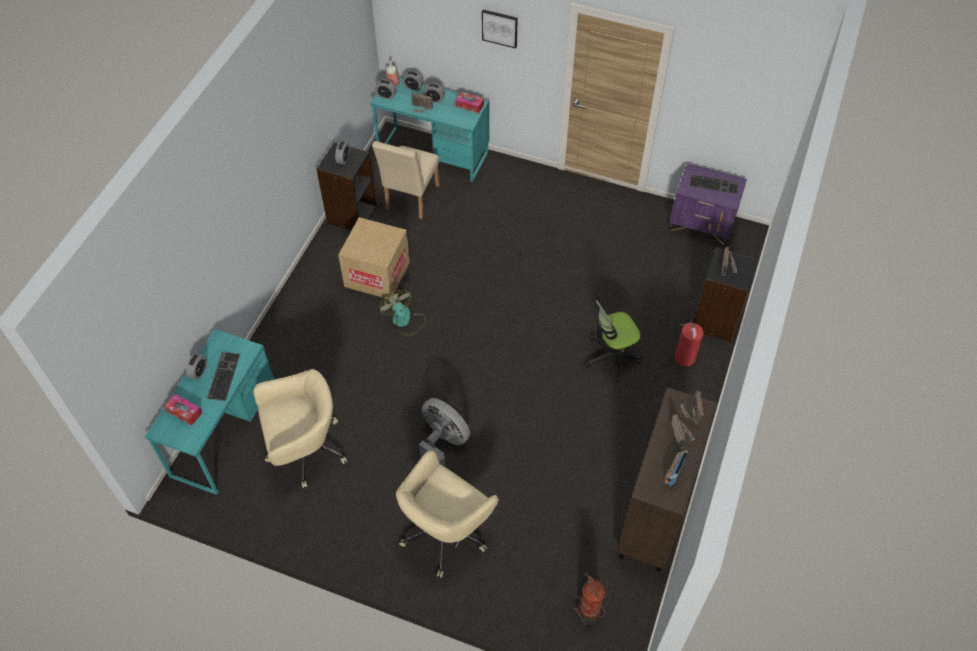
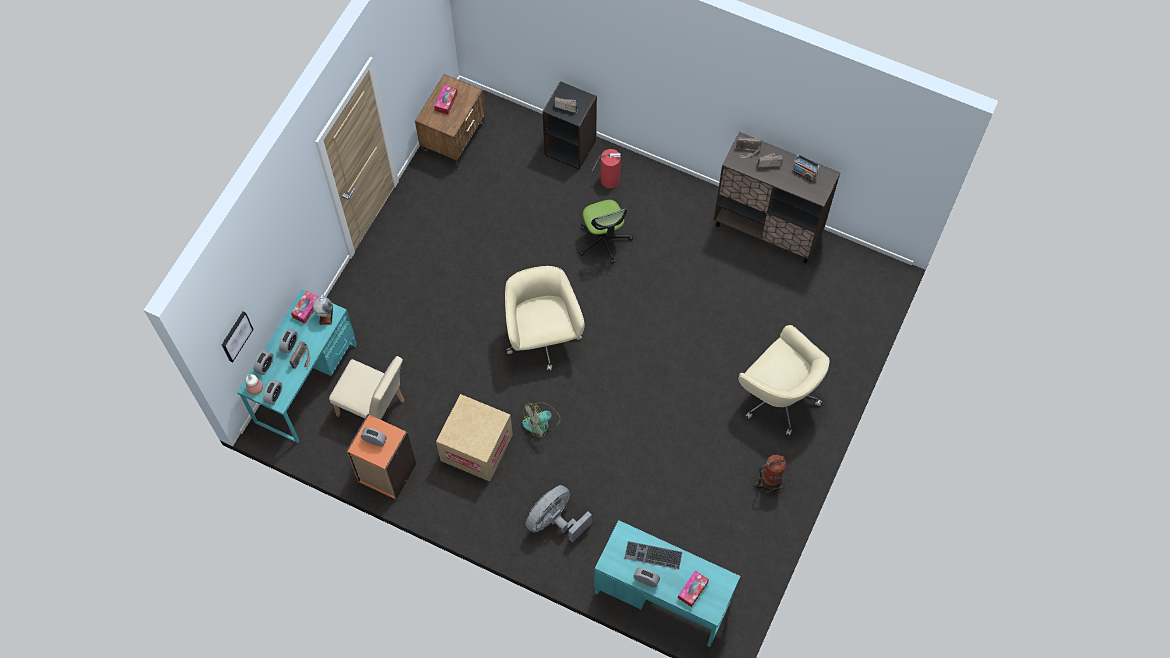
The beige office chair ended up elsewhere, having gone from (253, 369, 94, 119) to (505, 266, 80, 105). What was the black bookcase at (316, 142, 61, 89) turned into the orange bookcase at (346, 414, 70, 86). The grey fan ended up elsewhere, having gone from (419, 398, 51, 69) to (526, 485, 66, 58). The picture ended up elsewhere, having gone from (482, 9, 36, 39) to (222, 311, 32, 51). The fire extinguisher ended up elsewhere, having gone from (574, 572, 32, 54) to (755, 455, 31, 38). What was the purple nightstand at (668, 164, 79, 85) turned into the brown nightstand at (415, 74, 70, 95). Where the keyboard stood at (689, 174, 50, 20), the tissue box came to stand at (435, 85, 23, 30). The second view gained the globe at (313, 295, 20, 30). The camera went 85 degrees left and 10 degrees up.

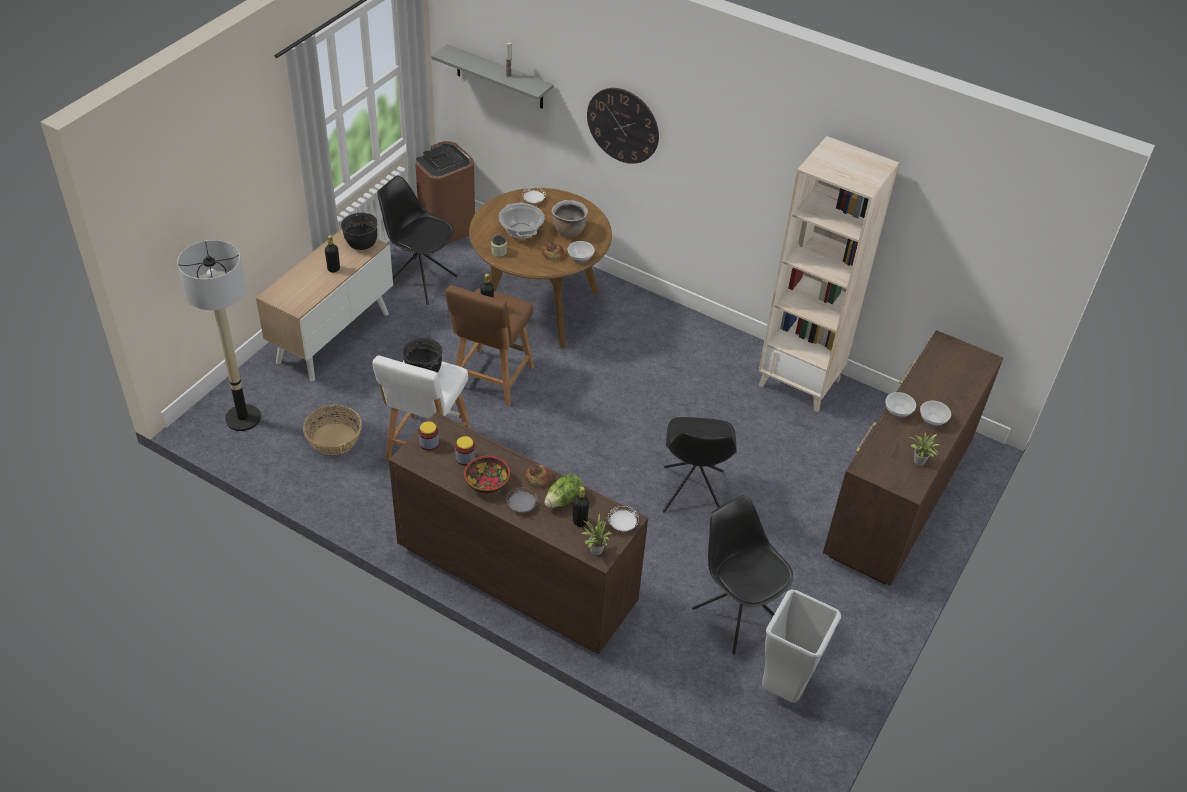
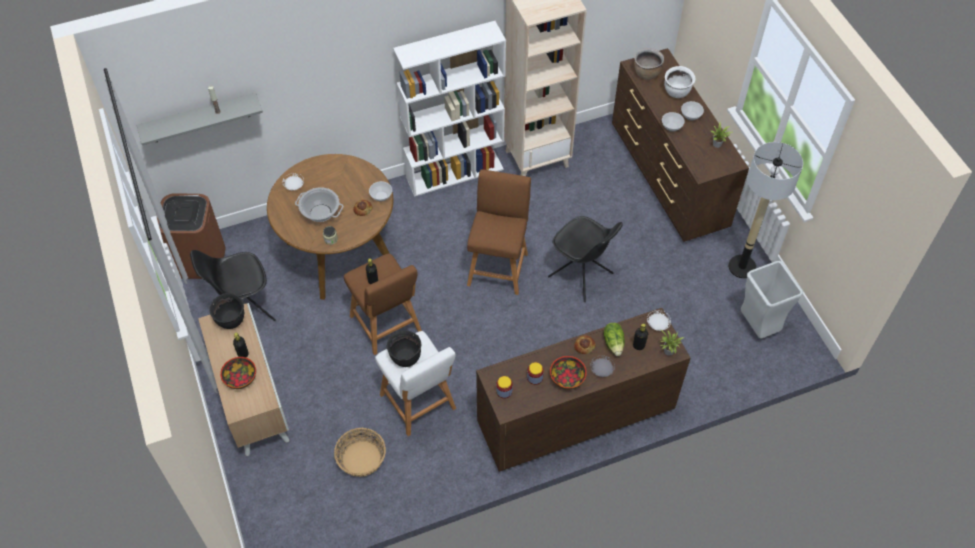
The floor lamp ended up elsewhere, having gone from (177, 240, 84, 191) to (728, 142, 75, 137). The brown cooking pot ended up elsewhere, having gone from (552, 200, 36, 37) to (634, 48, 30, 32). The second view lost the wall clock at (587, 88, 72, 76). The second view lost the black chair at (692, 495, 101, 159). The second view gained the bowl at (220, 357, 36, 32). The second view gained the white bookcase at (393, 21, 113, 176). The second view gained the brown stool at (467, 169, 64, 126). The second view gained the white cooking pot at (664, 66, 32, 32). The camera went 50 degrees left and 10 degrees up.

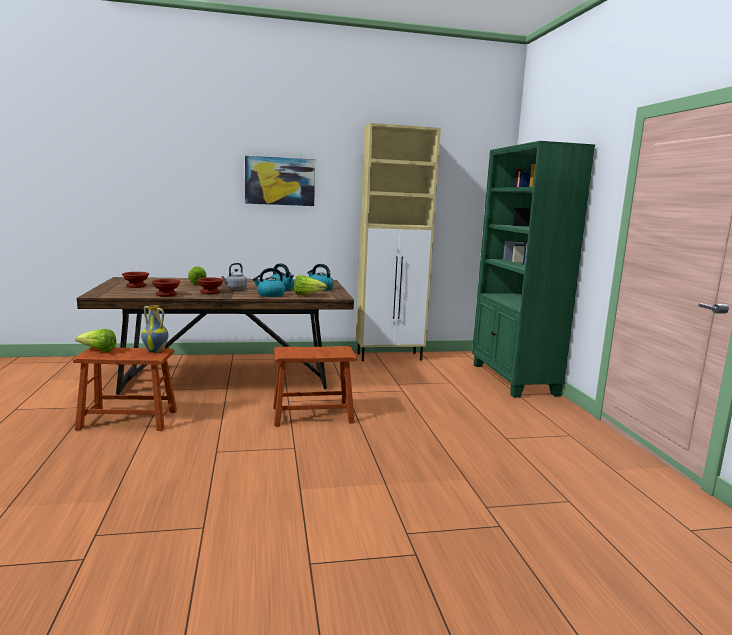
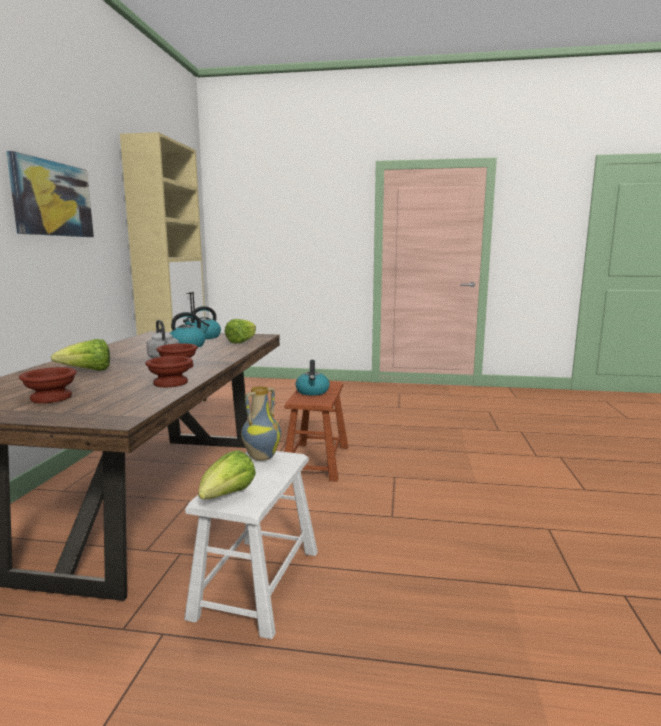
What was the brown stool at (73, 347, 104, 84) turned into the white stool at (184, 451, 134, 188). The kettle ended up elsewhere, having gone from (252, 268, 34, 29) to (295, 360, 35, 36). The second view lost the green bookcase at (472, 141, 123, 257). The camera went 70 degrees left and 0 degrees up.

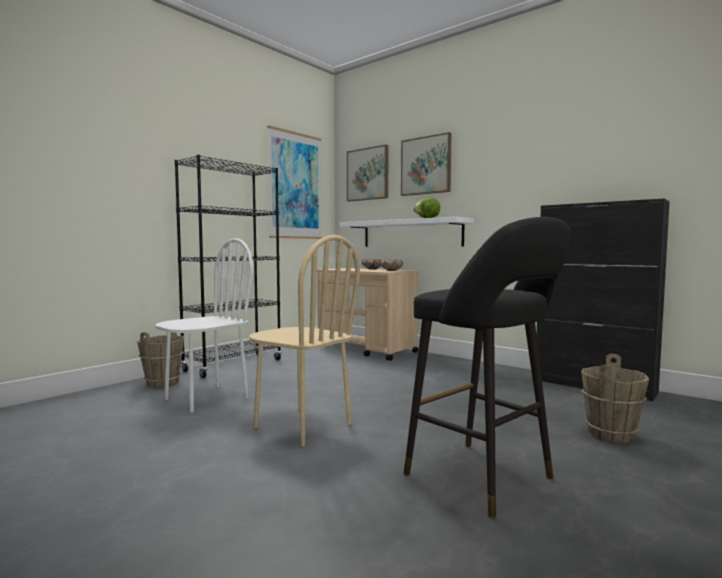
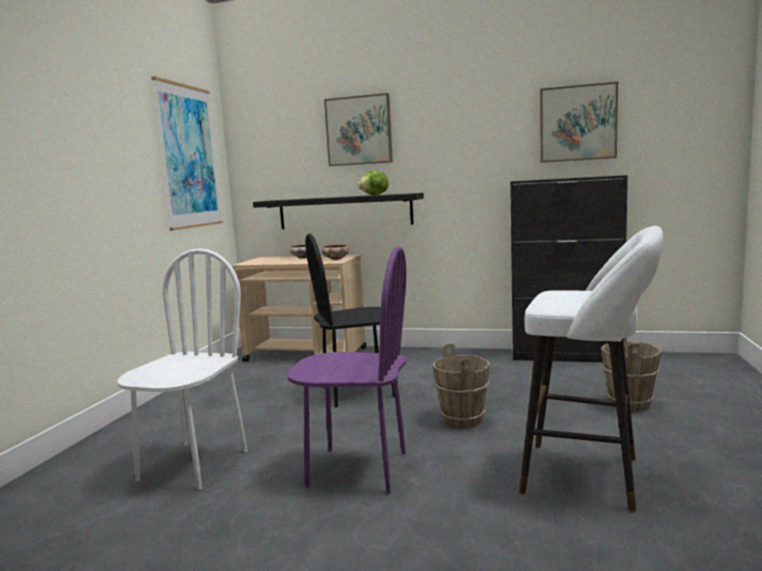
The brown bucket ended up elsewhere, having gone from (137, 332, 47, 56) to (432, 343, 58, 85). The second view lost the black bookcase at (174, 155, 108, 223). What was the beige chair at (249, 235, 111, 212) turned into the purple chair at (287, 247, 120, 247). What was the white shelf at (340, 217, 134, 30) turned into the black shelf at (253, 193, 171, 36). The picture ended up elsewhere, having gone from (347, 145, 42, 56) to (540, 82, 78, 81). What was the black stool at (404, 217, 167, 301) turned into the white stool at (519, 226, 144, 286). The second view gained the black chair at (305, 233, 90, 174). The camera went 25 degrees left and 5 degrees up.

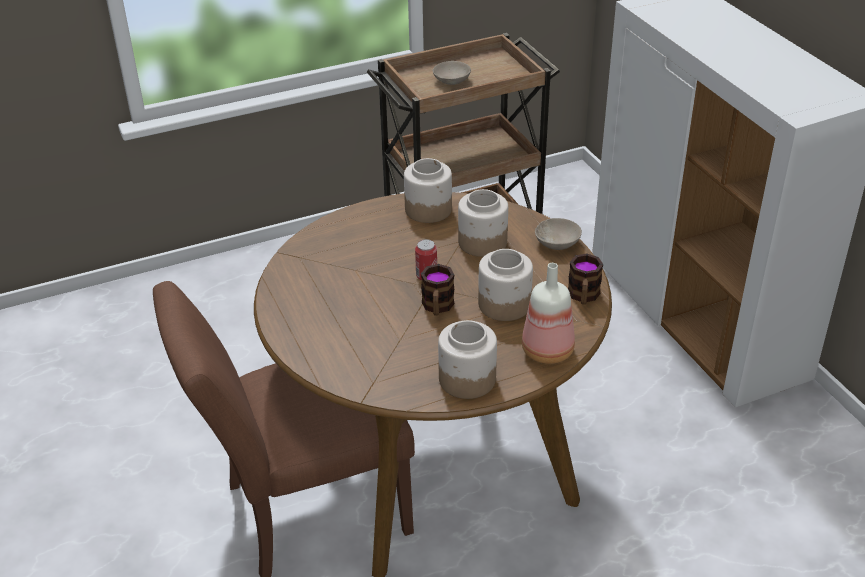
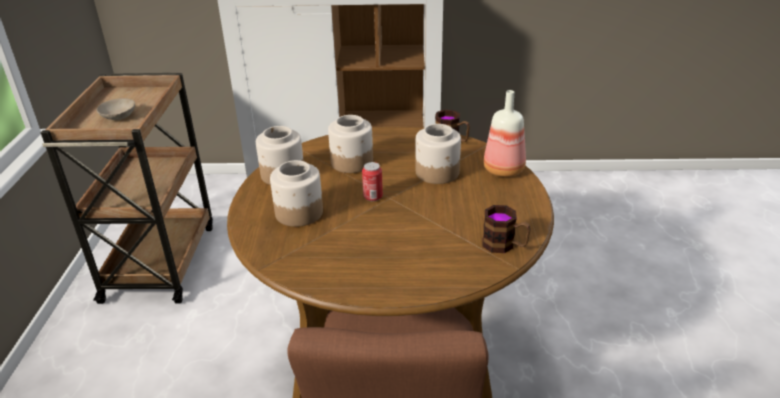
The mug ended up elsewhere, having gone from (421, 264, 34, 52) to (483, 205, 48, 48). The jar ended up elsewhere, having gone from (438, 320, 59, 79) to (270, 160, 53, 67). The second view lost the beige bowl at (535, 218, 47, 32). The camera went 65 degrees left and 5 degrees down.

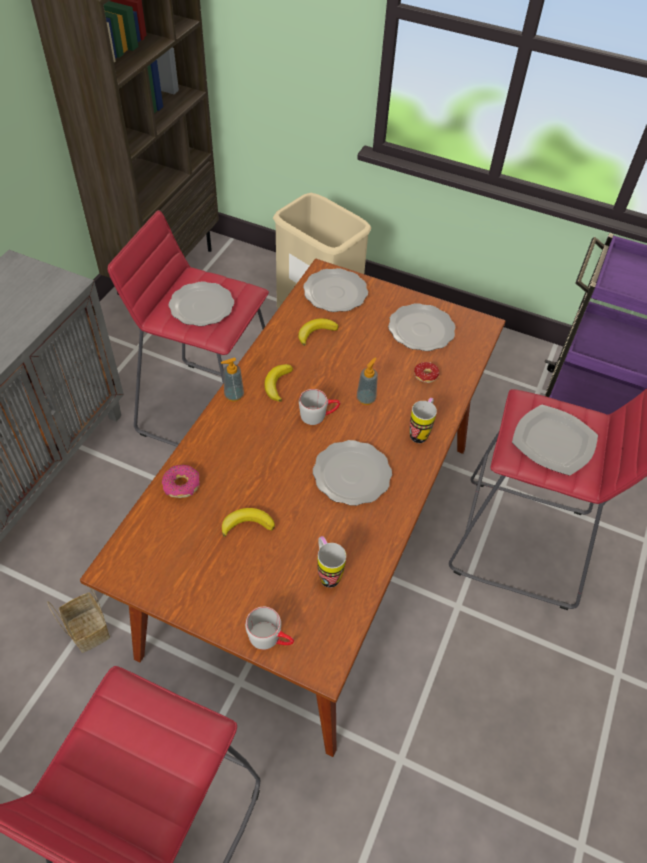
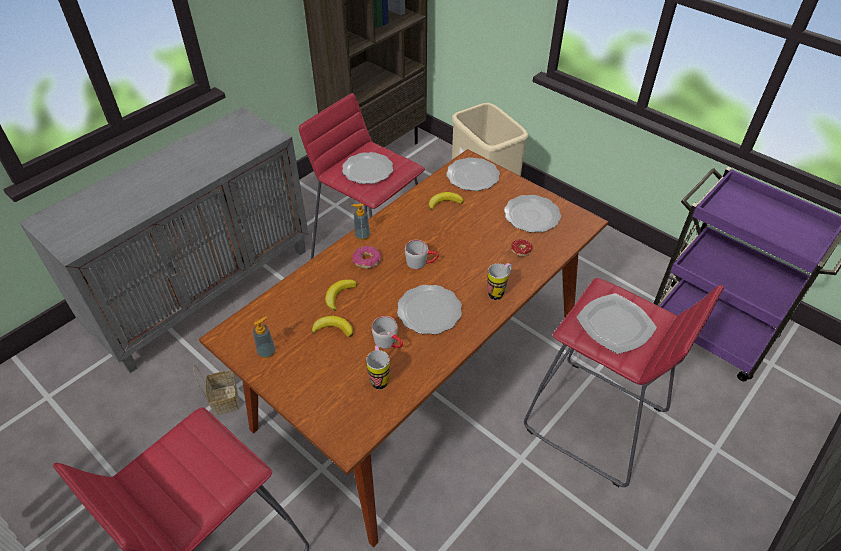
The donut ended up elsewhere, having gone from (162, 465, 38, 33) to (352, 246, 29, 23). The grey mug ended up elsewhere, having gone from (245, 607, 49, 43) to (371, 316, 32, 33). The banana ended up elsewhere, having gone from (264, 364, 29, 38) to (325, 279, 32, 32). The soap dispenser ended up elsewhere, having gone from (357, 357, 21, 48) to (253, 317, 23, 41). The camera went 20 degrees right and 5 degrees down.

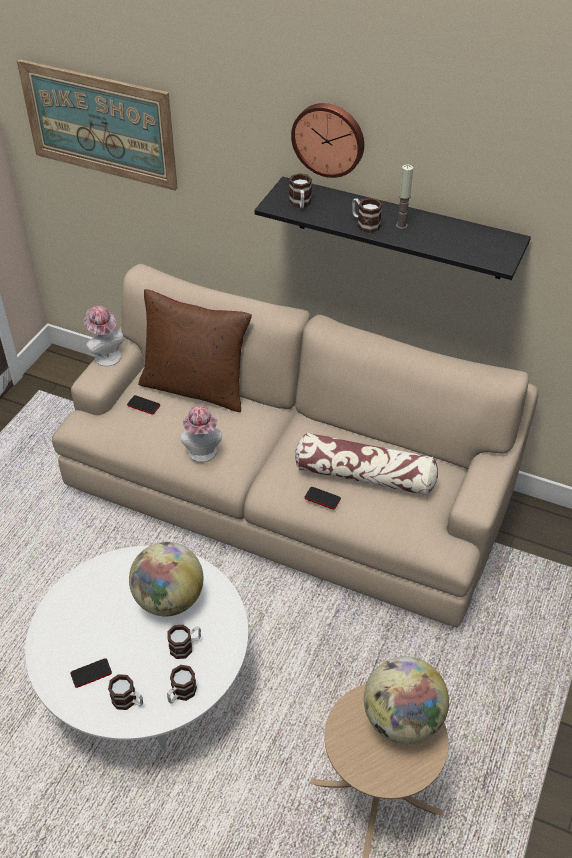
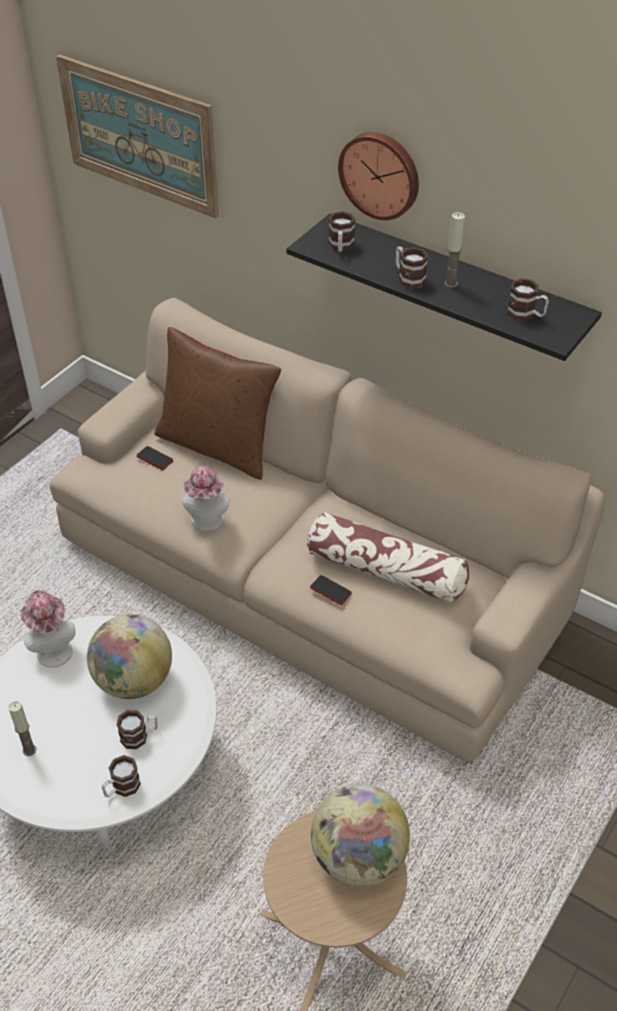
Where the phone stood at (70, 658, 42, 30), the candle came to stand at (8, 701, 28, 55). The hat ended up elsewhere, having gone from (84, 306, 40, 60) to (20, 590, 56, 78). The mug ended up elsewhere, having gone from (108, 674, 35, 36) to (507, 278, 42, 43). The camera went 10 degrees right and 0 degrees up.

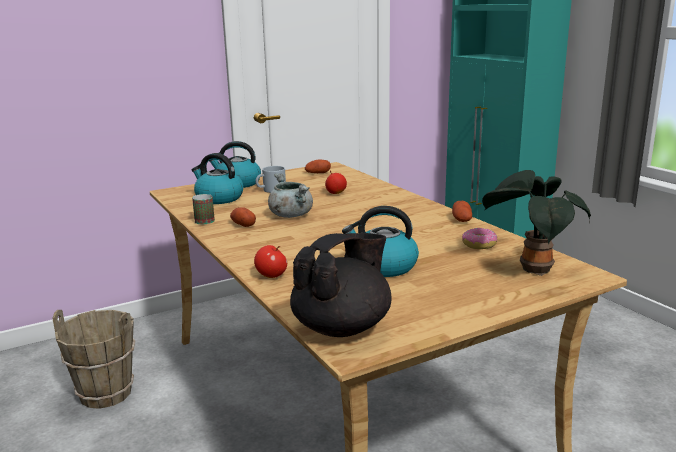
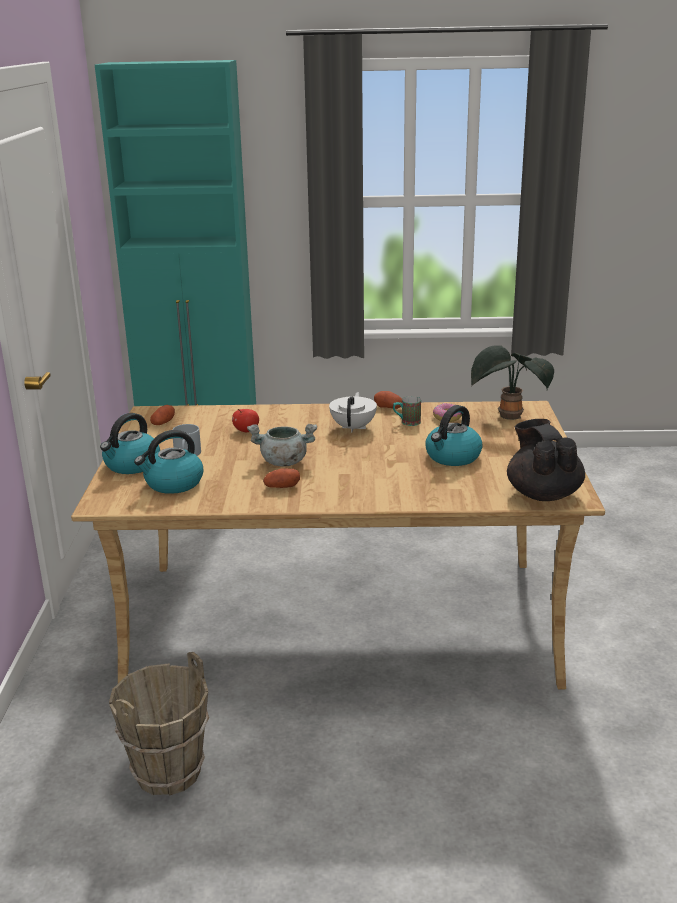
The mug ended up elsewhere, having gone from (192, 194, 23, 30) to (393, 396, 28, 30). The second view lost the apple at (254, 245, 33, 33). The second view gained the white teapot at (329, 392, 48, 41). The camera went 60 degrees left and 5 degrees up.

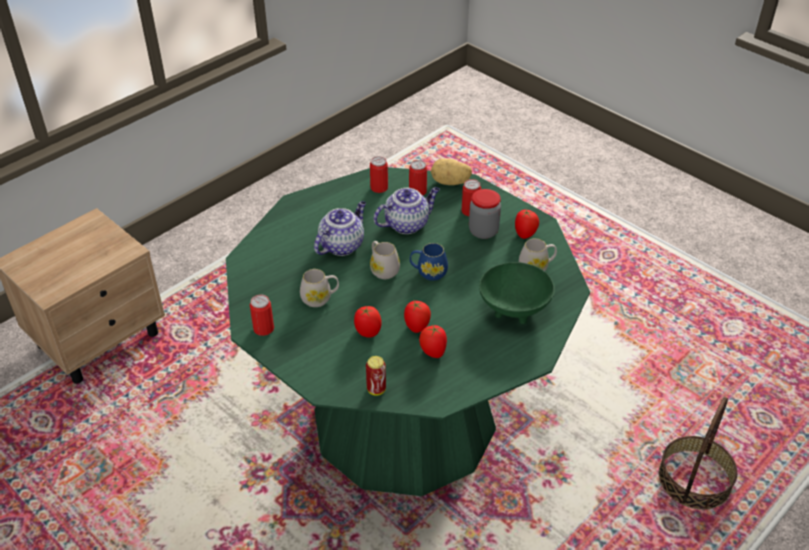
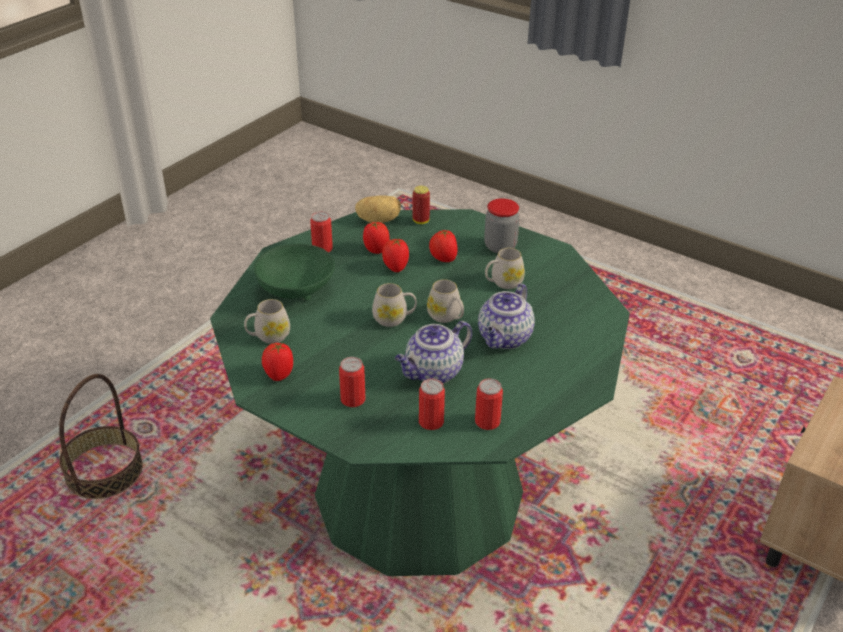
The can ended up elsewhere, having gone from (250, 295, 24, 41) to (310, 211, 23, 42). What was the blue mug at (410, 243, 38, 38) turned into the white mug at (372, 283, 45, 44). The potato ended up elsewhere, having gone from (431, 158, 41, 27) to (355, 195, 46, 28). The jar ended up elsewhere, having gone from (469, 189, 32, 50) to (484, 198, 36, 55). The camera went 170 degrees right and 5 degrees down.

